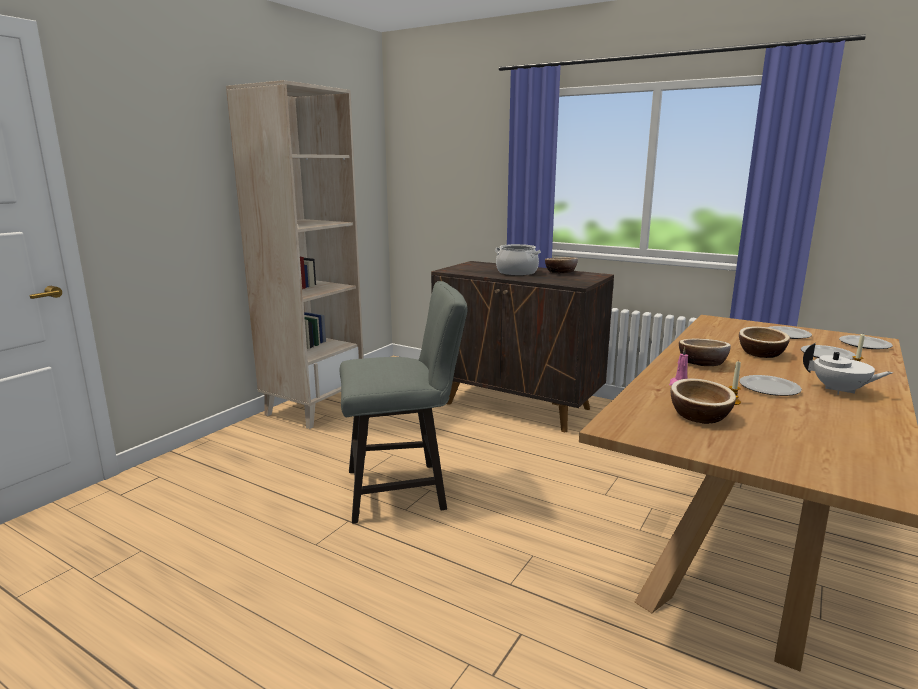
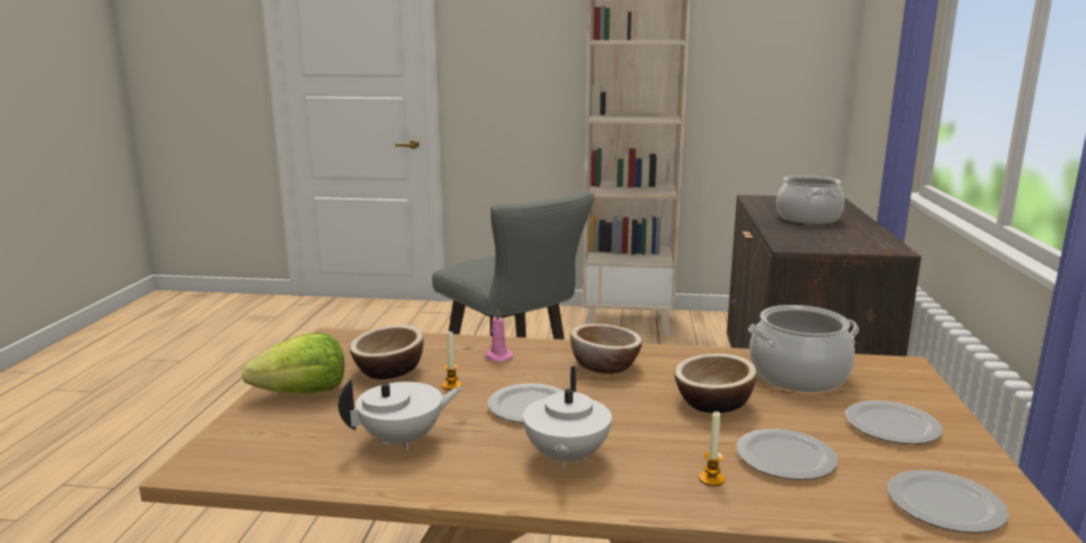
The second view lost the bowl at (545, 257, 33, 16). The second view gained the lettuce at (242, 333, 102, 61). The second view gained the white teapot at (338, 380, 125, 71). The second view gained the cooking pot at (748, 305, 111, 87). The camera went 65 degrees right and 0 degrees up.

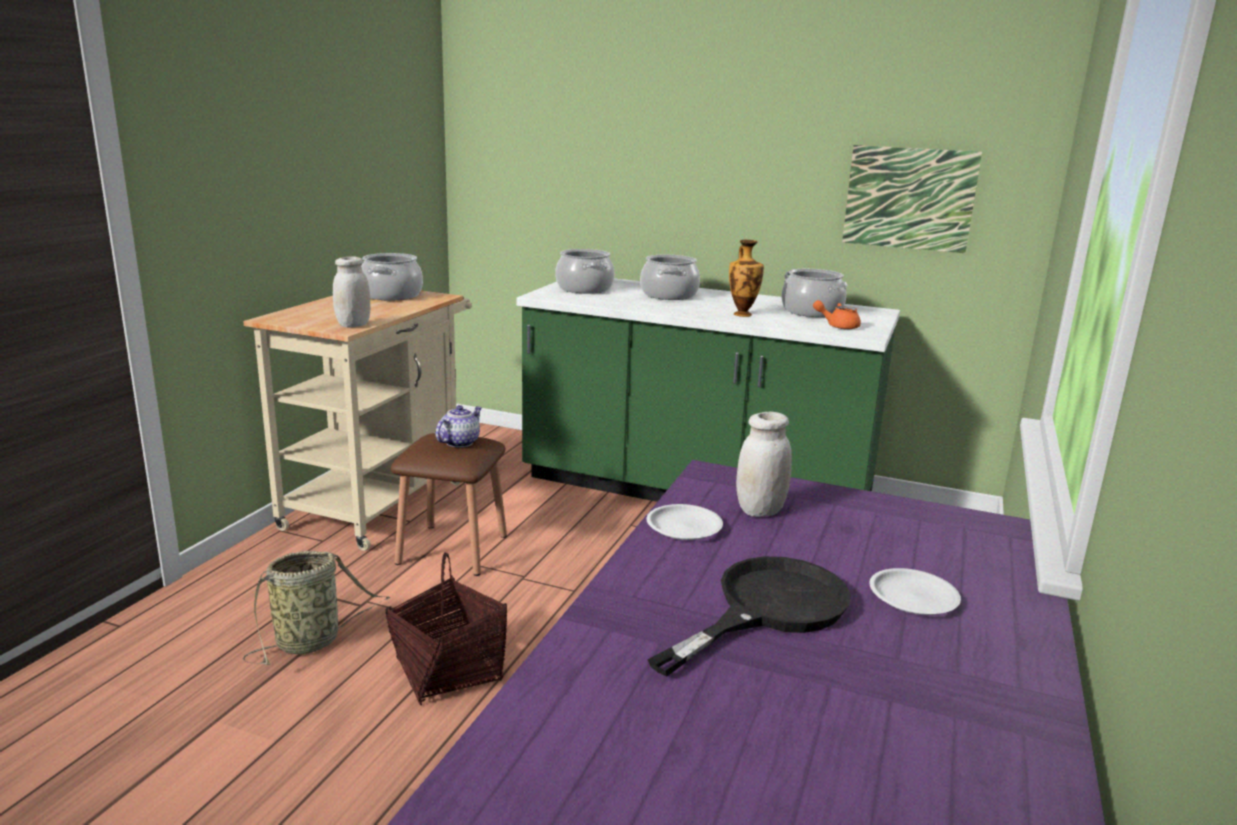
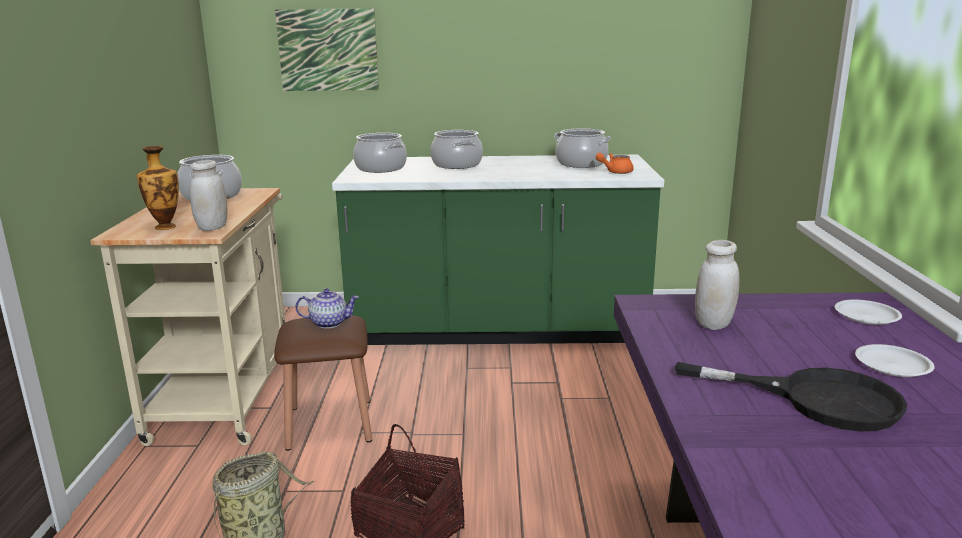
The teapot at (435, 405, 47, 43) ended up facing another way, 75 degrees clockwise from before. The white plate ended up elsewhere, having gone from (646, 504, 77, 36) to (835, 300, 67, 25). The black frying pan at (647, 556, 204, 121) ended up facing another way, 90 degrees clockwise from before. The vase ended up elsewhere, having gone from (729, 240, 35, 77) to (137, 146, 42, 84). The picture ended up elsewhere, having gone from (842, 145, 140, 108) to (275, 8, 104, 83). The camera went 20 degrees left and 0 degrees up.

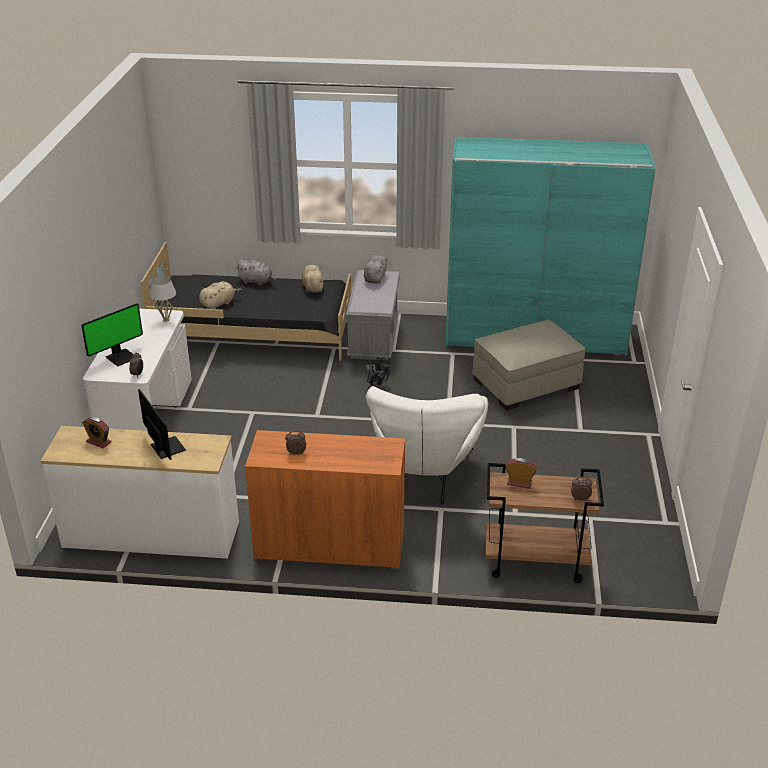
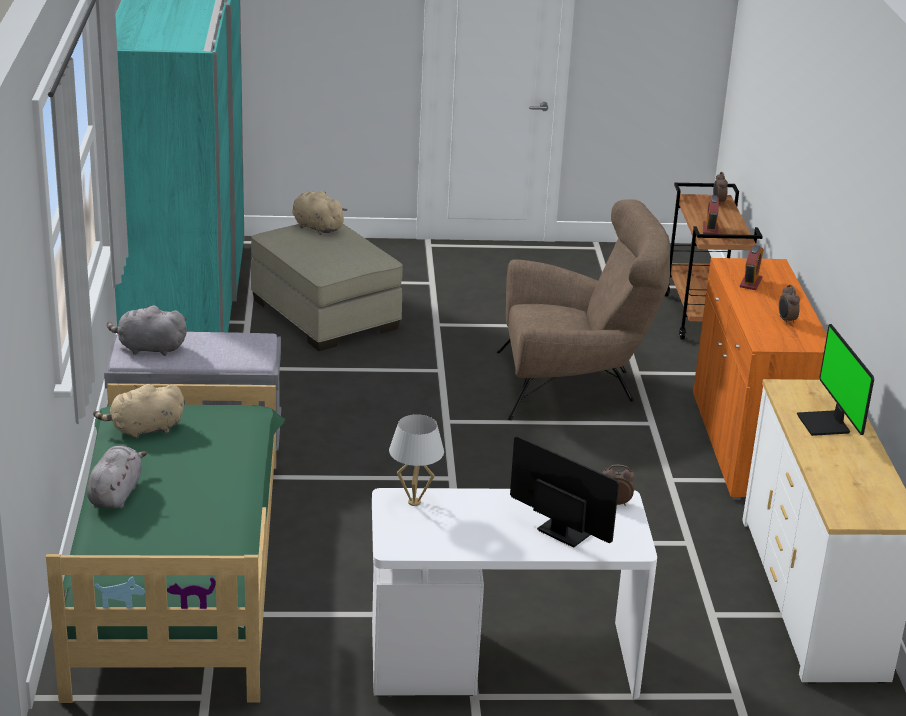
The alarm clock ended up elsewhere, having gone from (82, 417, 29, 31) to (740, 245, 23, 45). The monitor at (138, 389, 48, 71) ended up facing another way, 60 degrees counterclockwise from before. What was the black bed at (140, 242, 211, 119) turned into the green bed at (46, 383, 239, 320). The beige plush toy ended up elsewhere, having gone from (199, 281, 43, 28) to (292, 191, 55, 44). The second view lost the black fan at (366, 357, 24, 33). What was the white armchair at (366, 386, 122, 118) turned into the brown armchair at (497, 199, 173, 221). The camera went 100 degrees left and 5 degrees down.

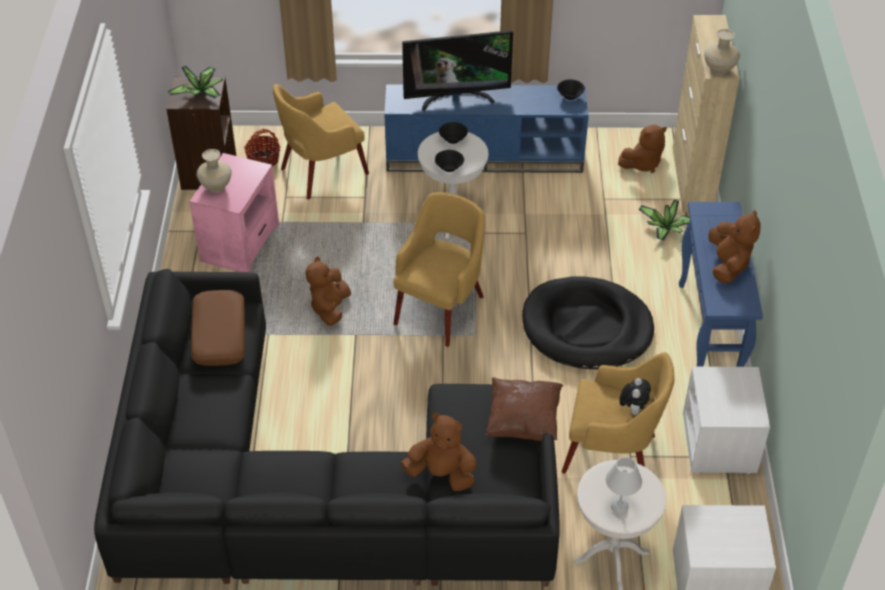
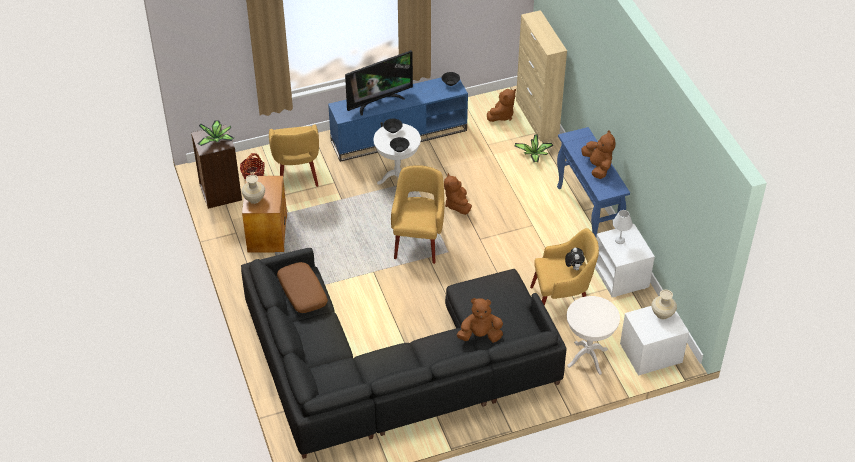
What was the pink side table at (189, 153, 90, 119) turned into the brown side table at (242, 176, 45, 77). The yellow armchair at (273, 84, 96, 116) ended up facing another way, 45 degrees counterclockwise from before. The brown plush toy ended up elsewhere, having gone from (306, 256, 45, 70) to (444, 173, 28, 42). The second view lost the brown pillow at (485, 377, 78, 64). The second view lost the black dog bed at (522, 276, 132, 93). The white table lamp ended up elsewhere, having gone from (606, 457, 36, 57) to (612, 210, 21, 34). The beige vase ended up elsewhere, having gone from (704, 29, 36, 46) to (652, 290, 25, 29). The camera went 20 degrees left and 0 degrees up.

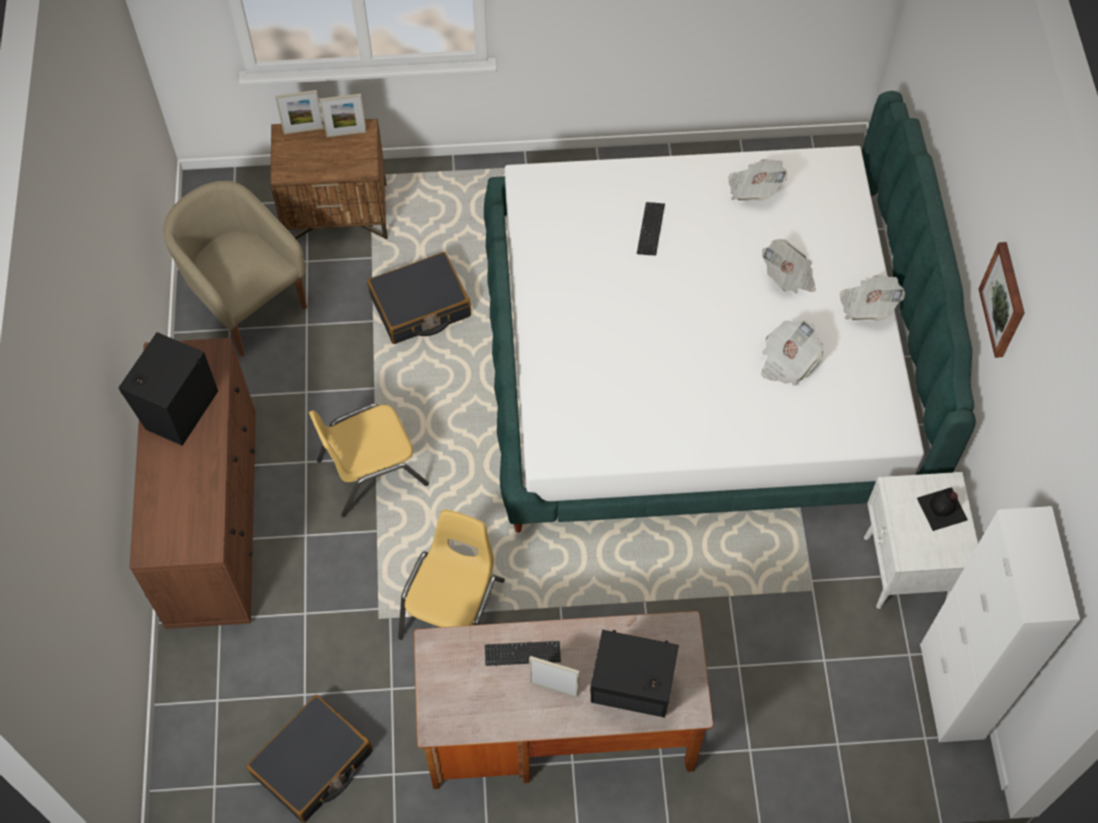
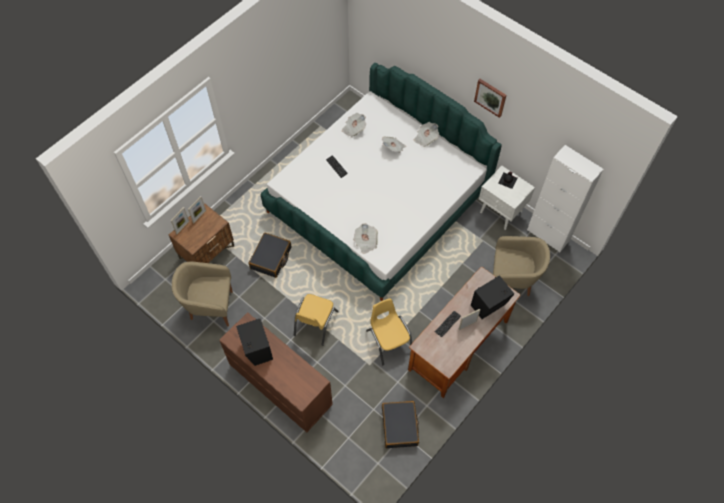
The newspaper ended up elsewhere, having gone from (761, 320, 62, 66) to (353, 223, 25, 31). The second view gained the beige armchair at (493, 236, 57, 60). The camera went 45 degrees left and 0 degrees up.

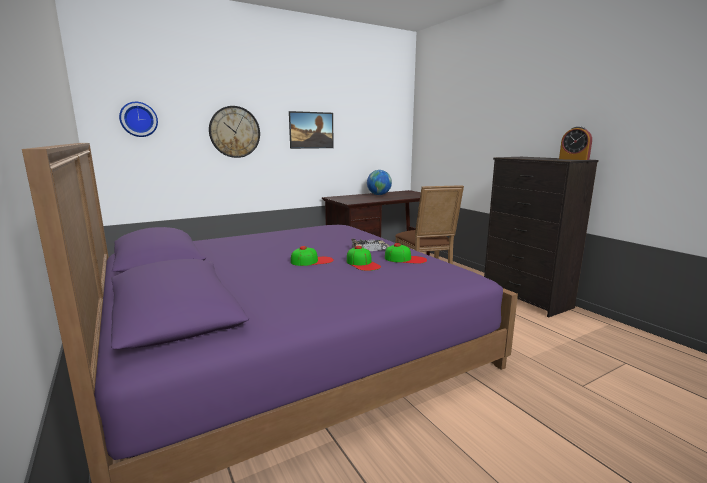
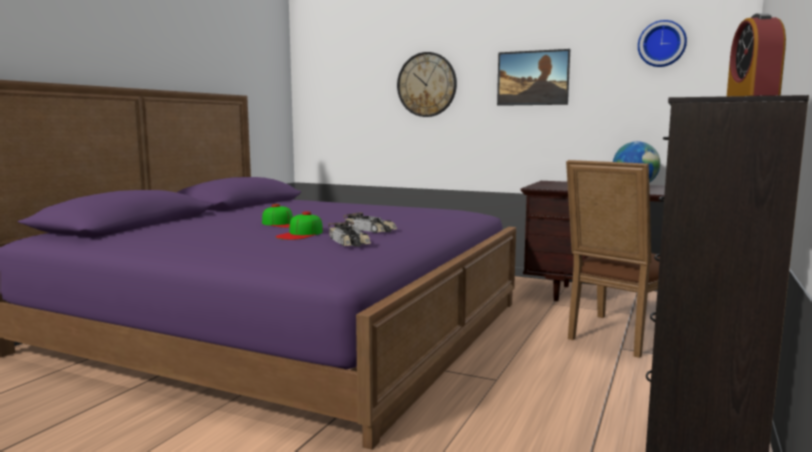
The wall clock ended up elsewhere, having gone from (119, 102, 39, 35) to (638, 20, 49, 47). Where the cap stood at (385, 243, 42, 21), the toy car came to stand at (328, 221, 43, 26). The camera went 55 degrees right and 5 degrees down.

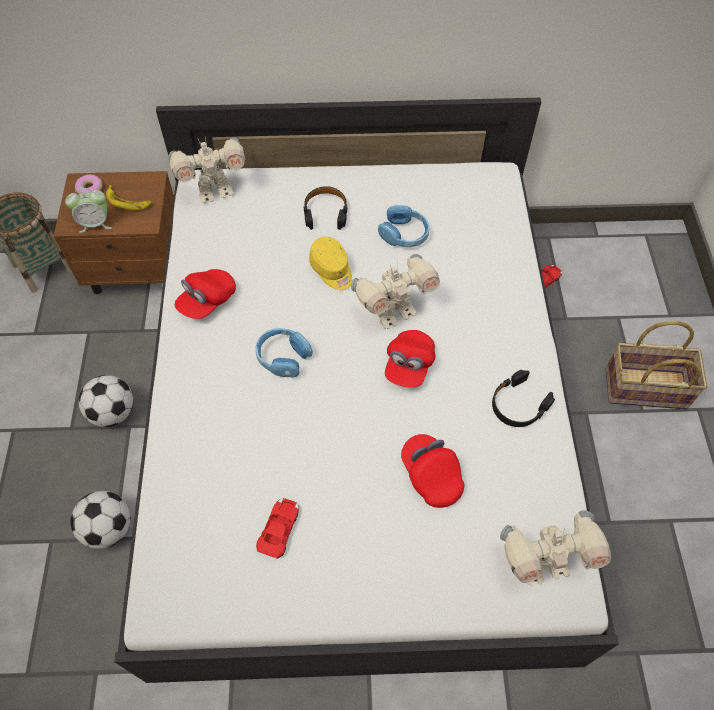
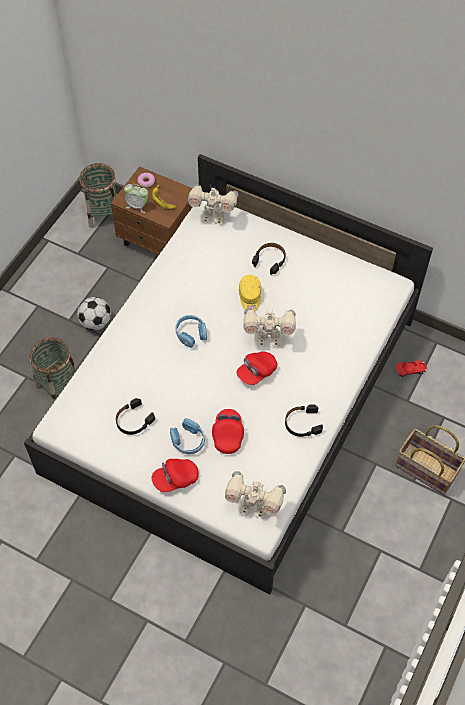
Where the football stood at (70, 491, 60, 58), the basket came to stand at (30, 337, 47, 66). The red cap ended up elsewhere, having gone from (175, 269, 61, 50) to (152, 459, 47, 33). Where the red toy car stood at (256, 498, 43, 61), the black headphones came to stand at (116, 398, 39, 37). The blue headphones ended up elsewhere, having gone from (378, 205, 52, 42) to (170, 418, 35, 37). The camera went 30 degrees right and 0 degrees up.

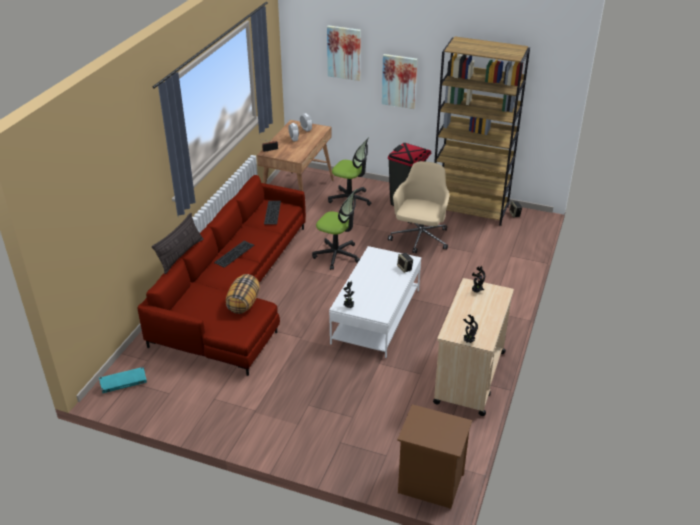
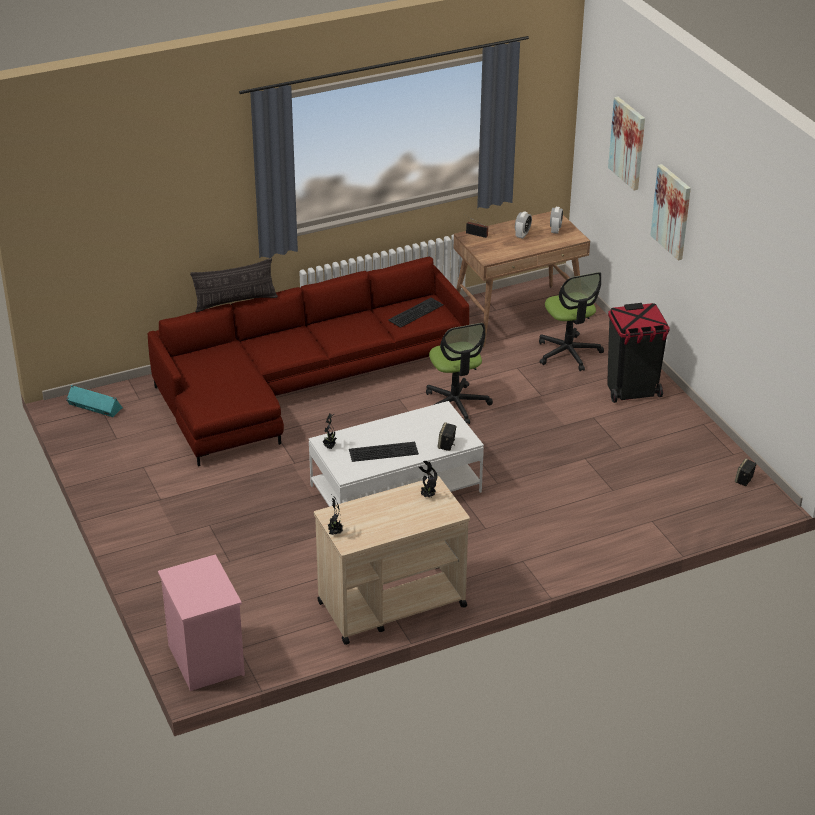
The keyboard ended up elsewhere, having gone from (214, 241, 40, 27) to (349, 442, 70, 20). The second view lost the pillow at (226, 274, 34, 40). The second view lost the beige office chair at (388, 161, 62, 93). What was the brown nightstand at (397, 404, 75, 105) turned into the pink nightstand at (158, 554, 87, 137). The second view lost the brown bookcase at (434, 37, 96, 189). The camera went 45 degrees right and 0 degrees up.

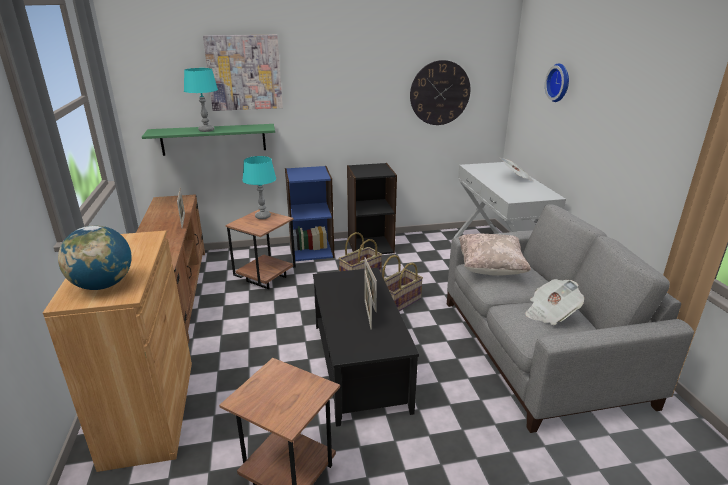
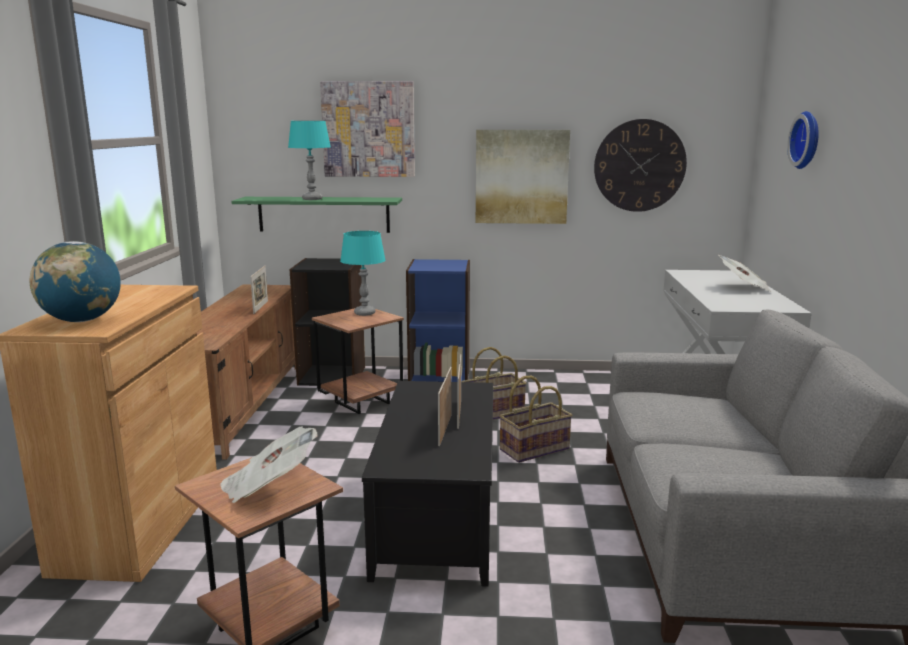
The black bookcase ended up elsewhere, having gone from (347, 163, 50, 91) to (289, 258, 76, 128). The second view lost the beige pillow at (459, 234, 72, 42). The newspaper ended up elsewhere, having gone from (525, 279, 59, 46) to (220, 426, 97, 77). The second view gained the picture at (476, 130, 94, 94). The camera went 15 degrees right and 10 degrees down.

